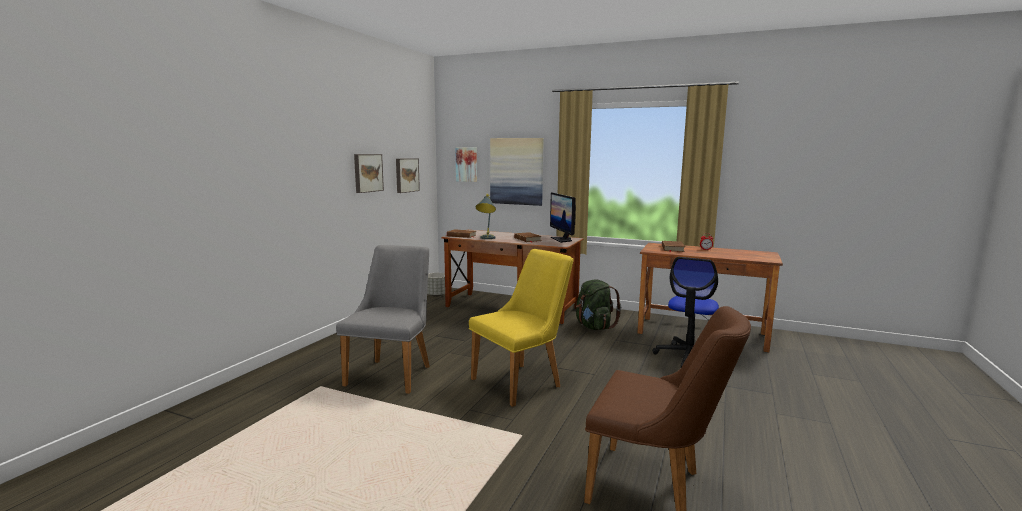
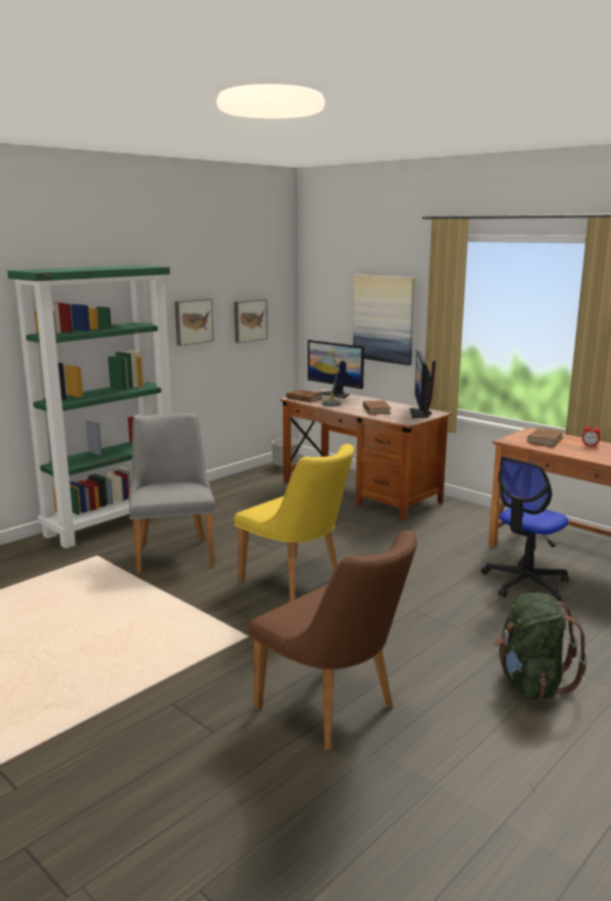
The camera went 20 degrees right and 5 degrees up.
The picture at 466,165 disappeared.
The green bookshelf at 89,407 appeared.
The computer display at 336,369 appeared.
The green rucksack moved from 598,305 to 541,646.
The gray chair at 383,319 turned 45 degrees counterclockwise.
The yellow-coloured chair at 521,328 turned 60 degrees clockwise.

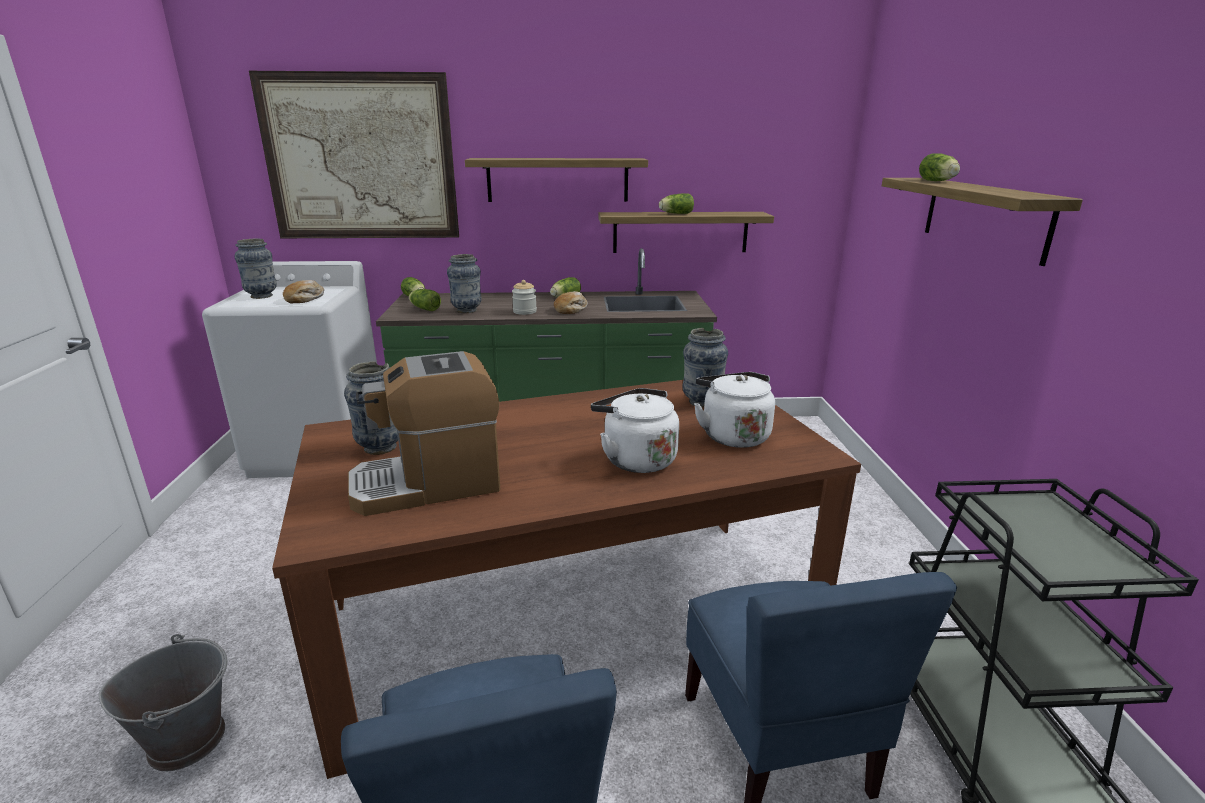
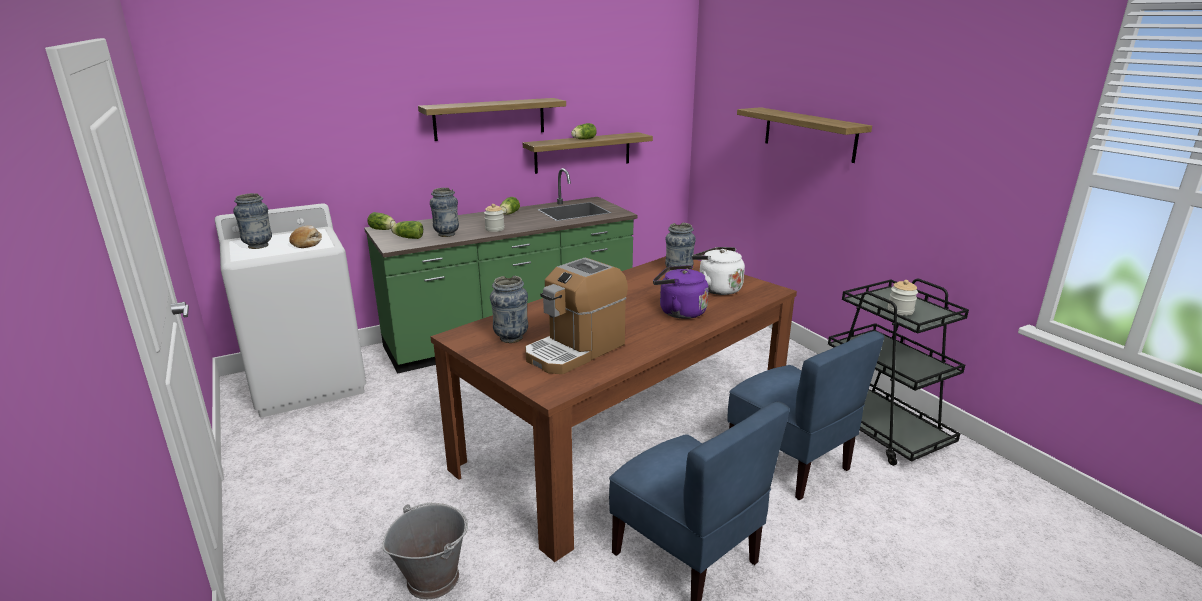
The camera went 25 degrees left and 0 degrees up.
The picture at 354,154 disappeared.
The baked bread at 571,302 disappeared.
The head of lettuce at 939,167 disappeared.
The jar at 903,298 appeared.
The white-coloured tea kettle at 635,430 became the purple tea kettle at 681,292.

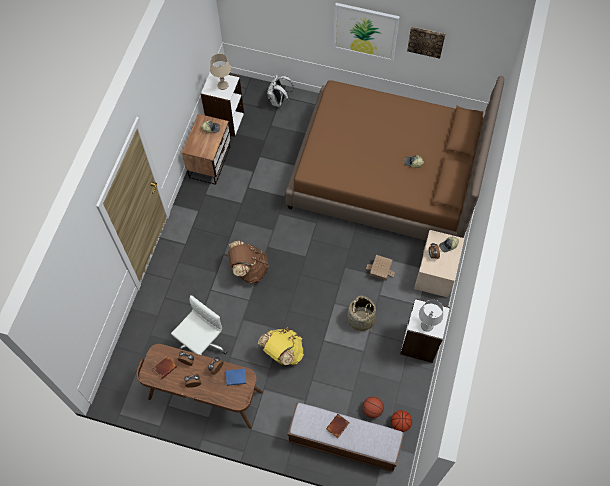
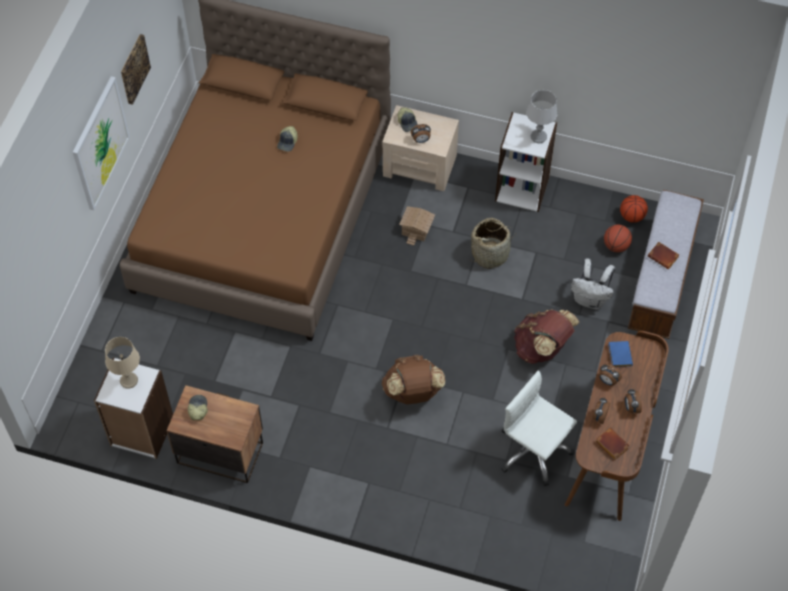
The camera went 90 degrees left and 5 degrees down.
The white-coloured rucksack moved from 280,90 to 593,284.
The yellow-coloured rucksack at 281,346 became the brown-coloured rucksack at 546,336.

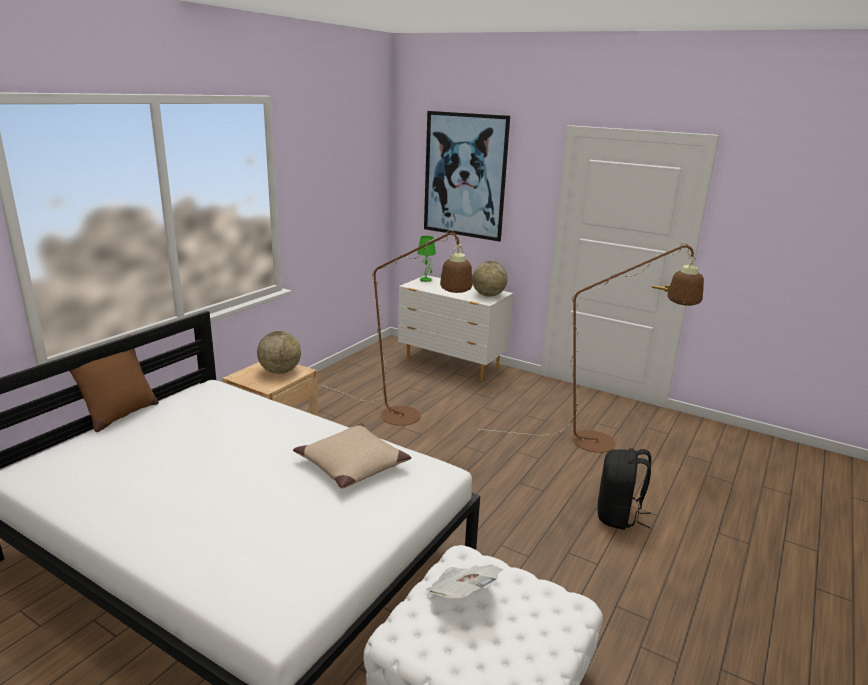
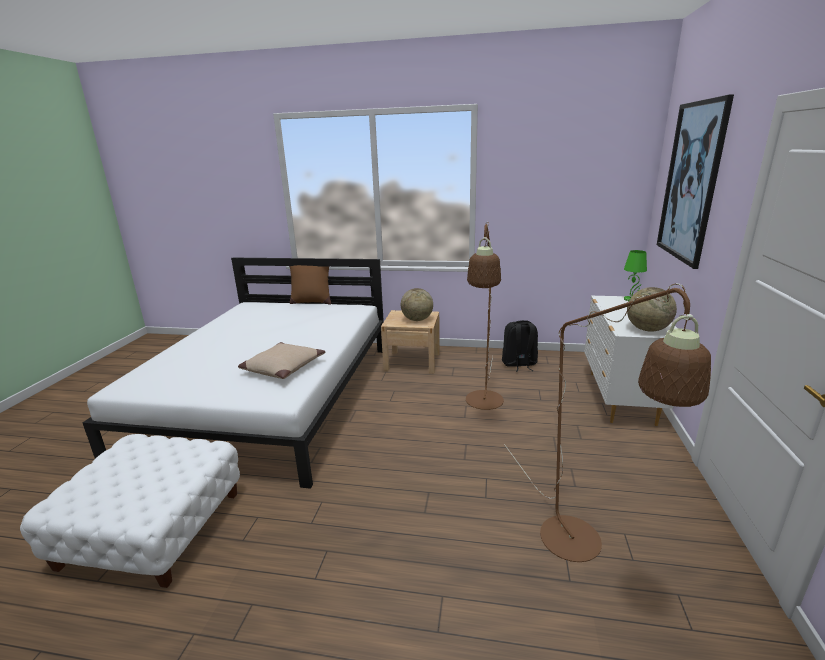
The camera went 70 degrees right and 0 degrees up.
The newspaper at 464,581 disappeared.
The blackish rucksack moved from 624,489 to 520,346.

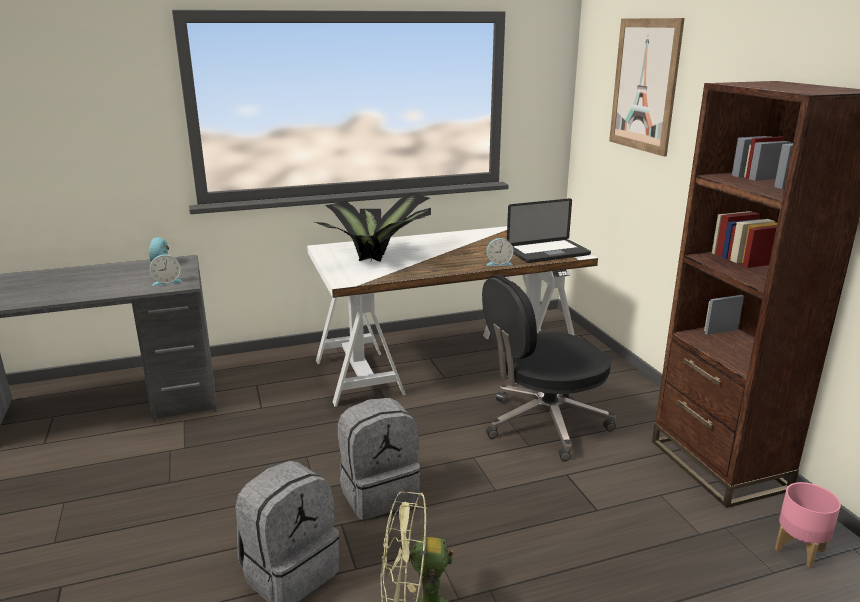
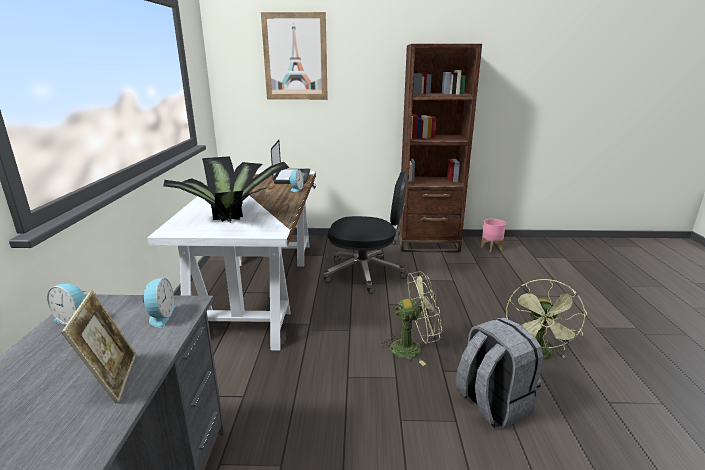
The camera went 70 degrees left and 0 degrees up.
The photo frame at 98,346 appeared.
The gray rucksack at 379,459 was replaced by the green electric fan at 411,318.
The blackish desk chair at 549,368 turned 75 degrees counterclockwise.

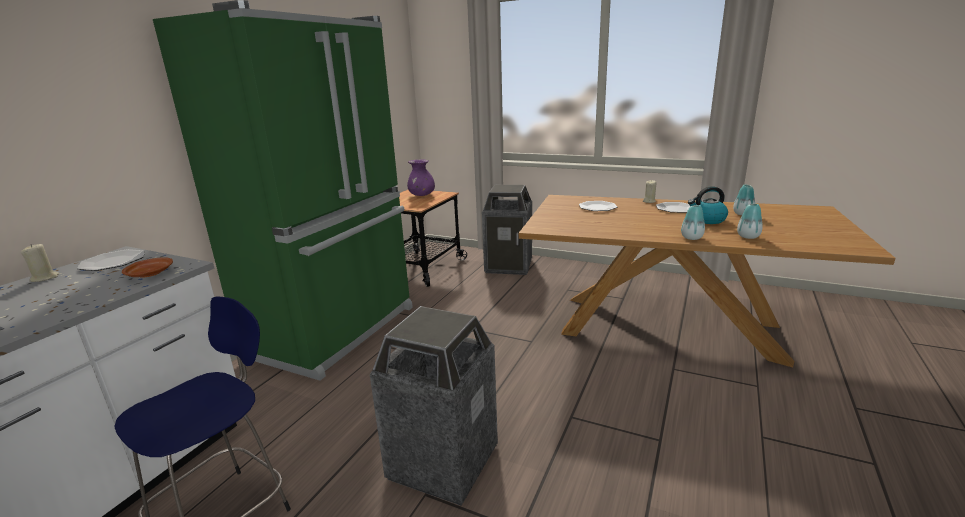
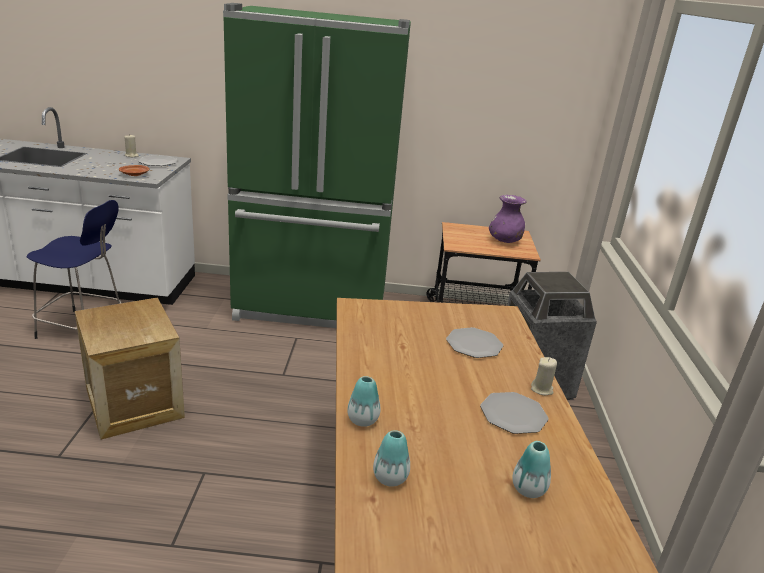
The camera went 65 degrees right and 5 degrees up.
The tea kettle at 708,205 disappeared.
The trash can at 434,406 was replaced by the packing crate at 130,368.

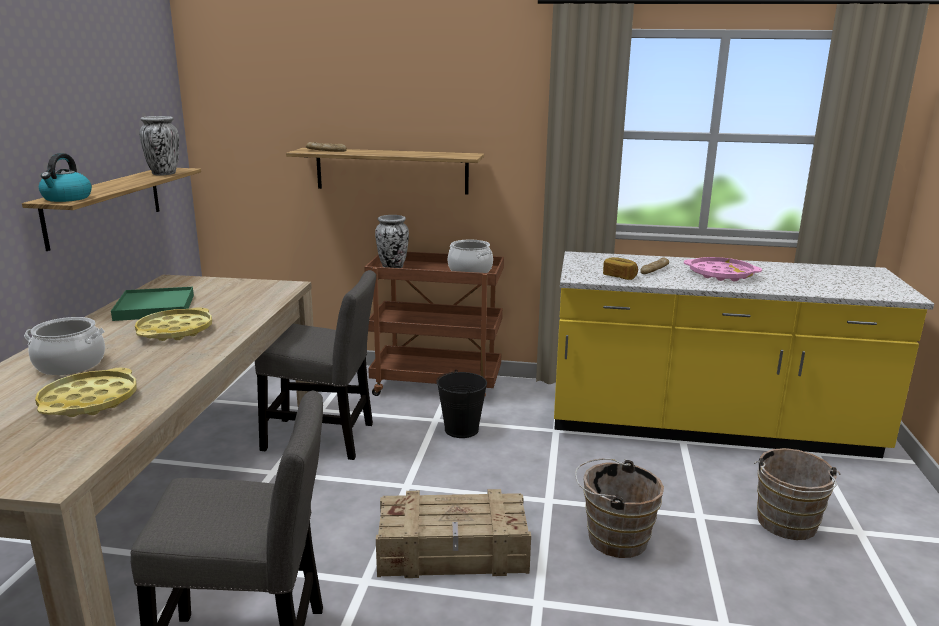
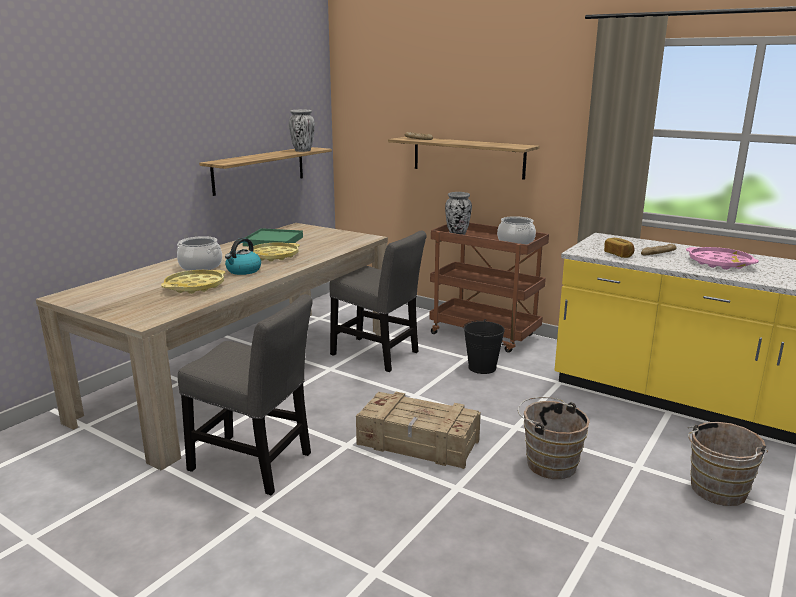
The camera went 25 degrees right and 0 degrees up.
The tea kettle moved from 65,177 to 243,256.

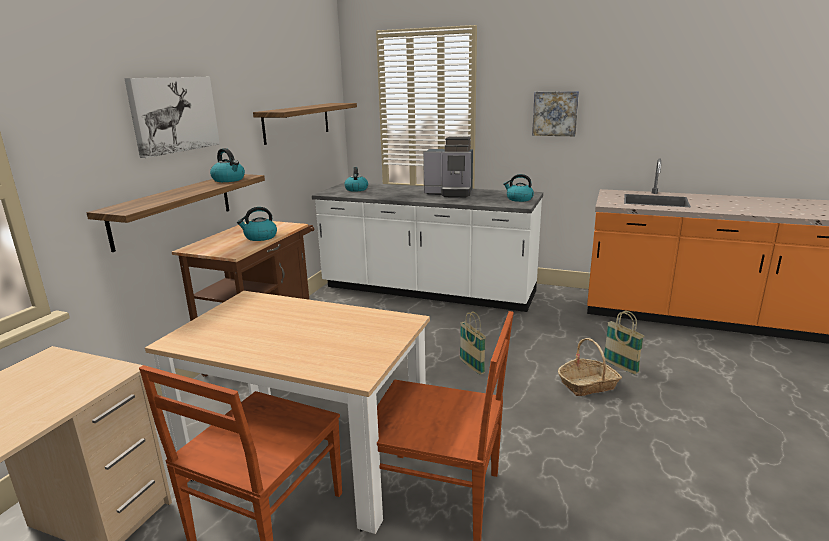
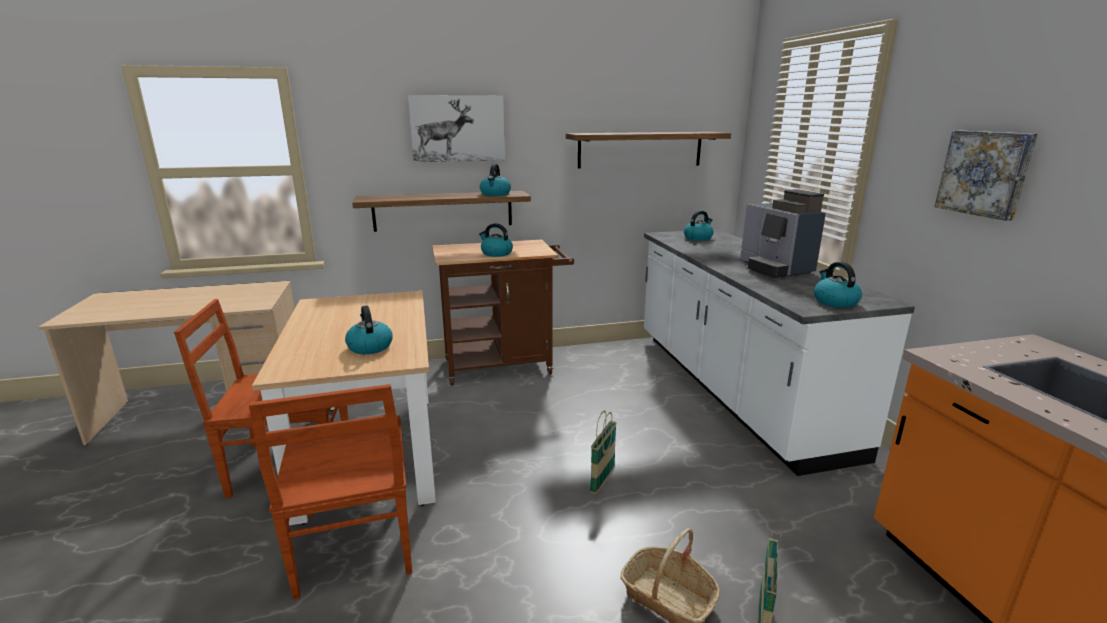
The camera went 55 degrees right and 0 degrees up.
The tea kettle at 369,330 appeared.

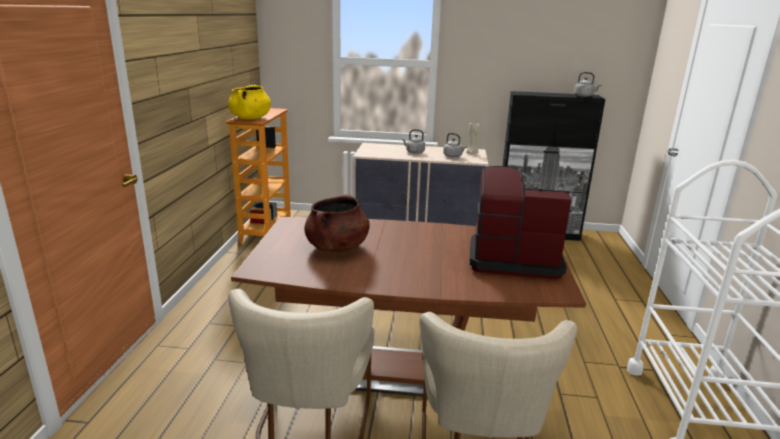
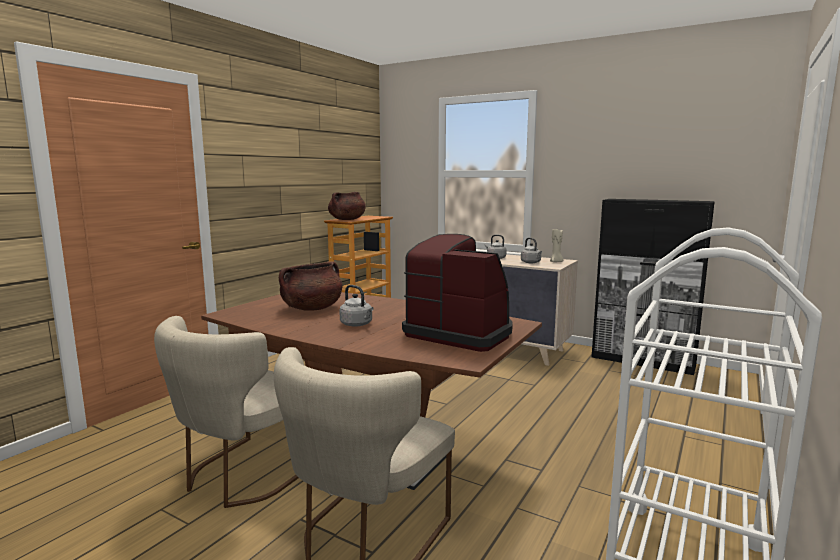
The camera went 25 degrees right and 10 degrees down.
The gray tea kettle moved from 588,84 to 356,306.
The yellow-coloured cooking pot at 249,102 became the brown-coloured cooking pot at 347,206.

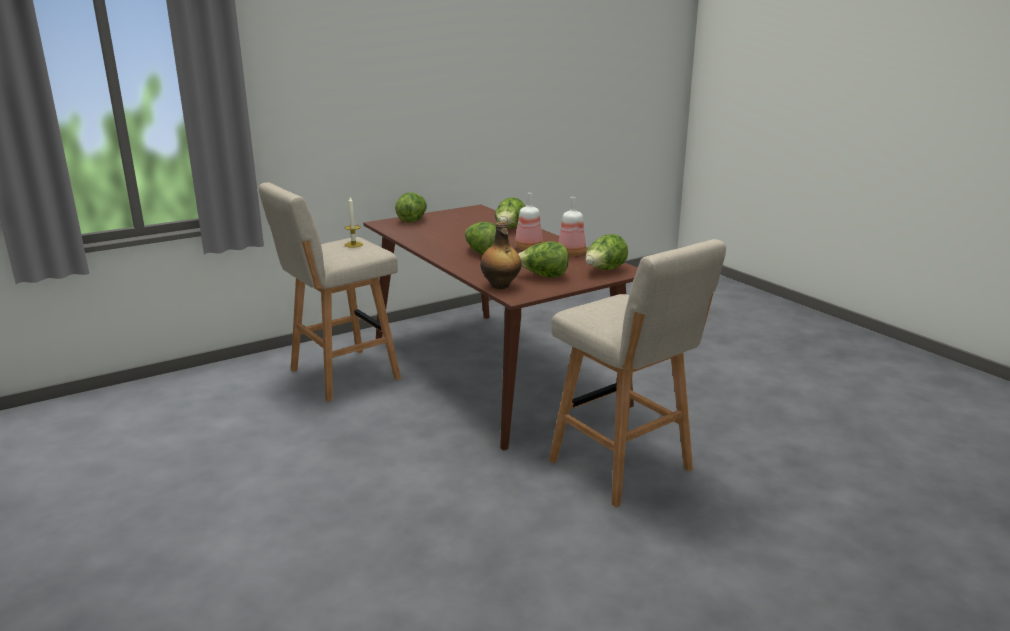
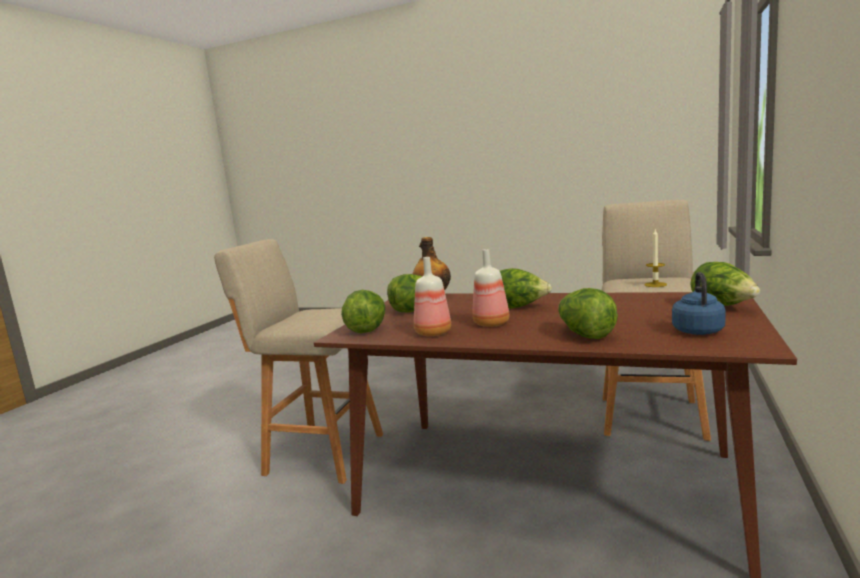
The camera went 145 degrees right and 10 degrees down.
The blue tea kettle at 699,303 appeared.

